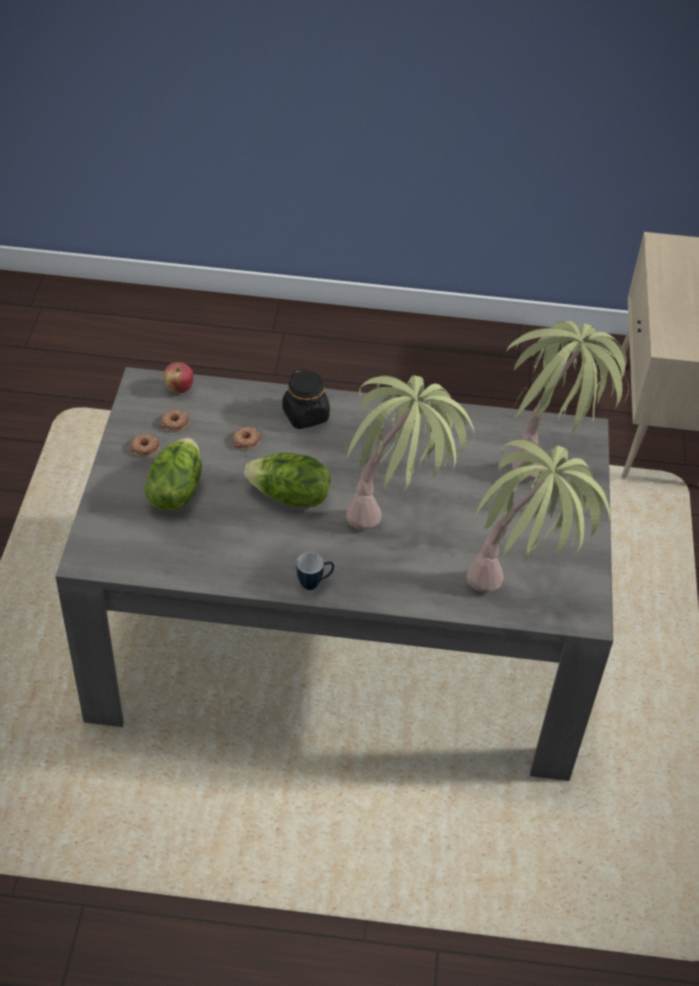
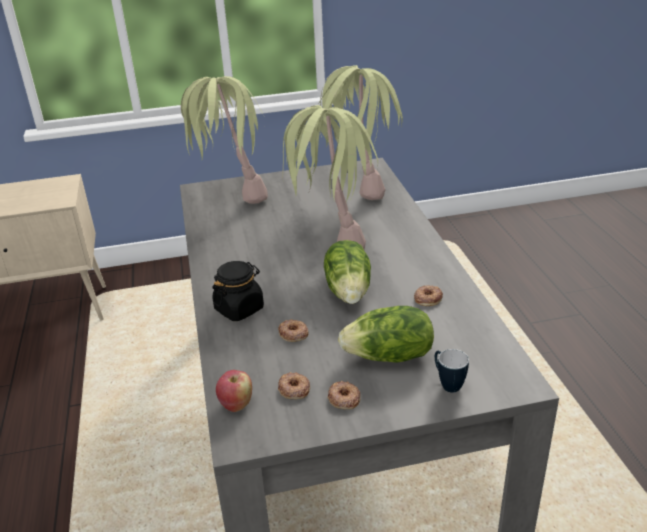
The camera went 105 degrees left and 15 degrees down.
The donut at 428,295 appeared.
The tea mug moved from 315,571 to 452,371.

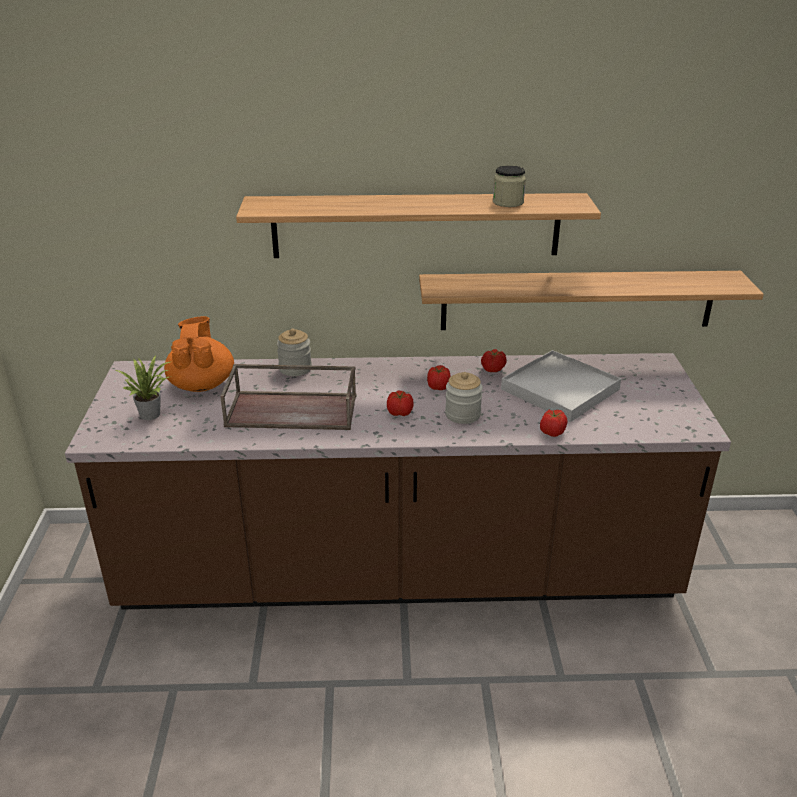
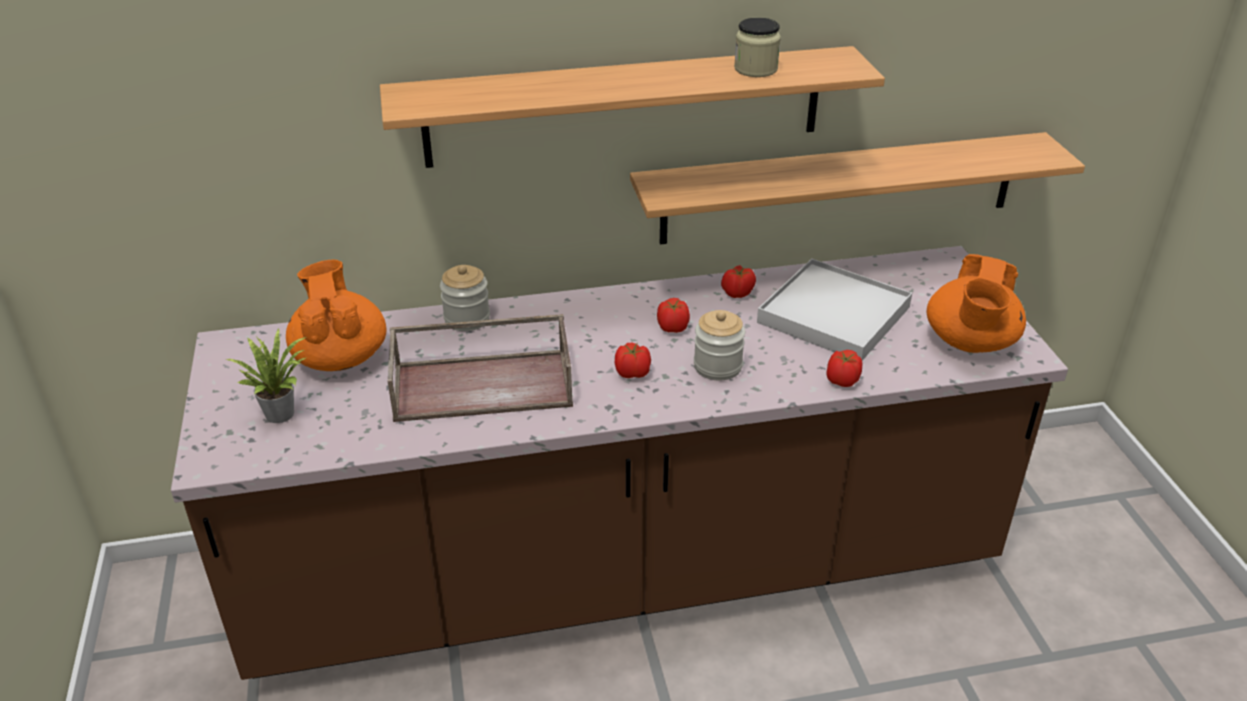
The camera went 10 degrees left and 5 degrees up.
The orange-coloured teapot at 976,303 appeared.

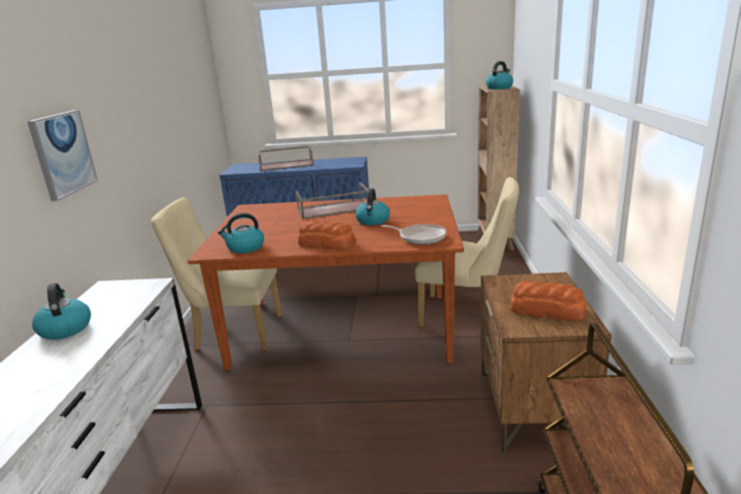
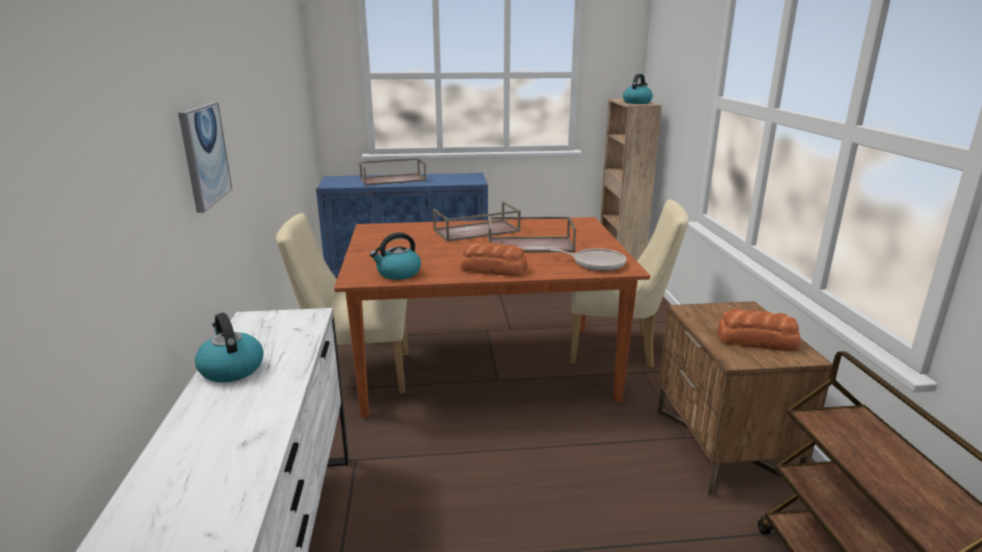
The camera went 10 degrees left and 0 degrees up.
The tea kettle at 372,207 was replaced by the brown-coloured carrying tray at 532,234.

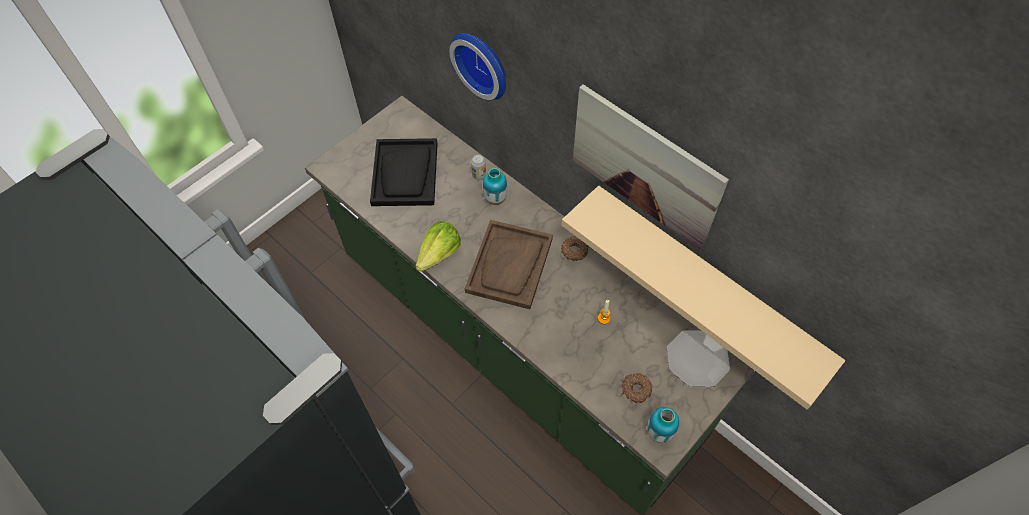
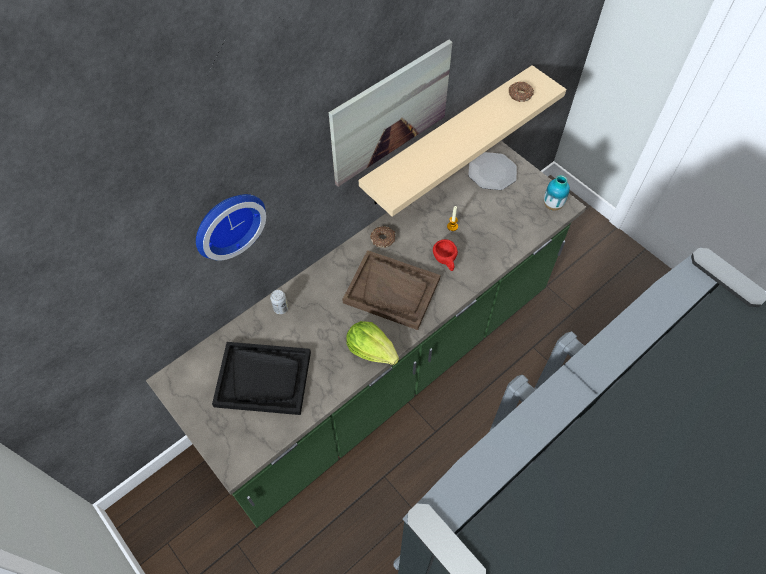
The camera went 85 degrees left and 0 degrees up.
The decorative vase at 495,186 disappeared.
The reddish small cup at 445,255 appeared.
The donut moved from 637,388 to 521,92.

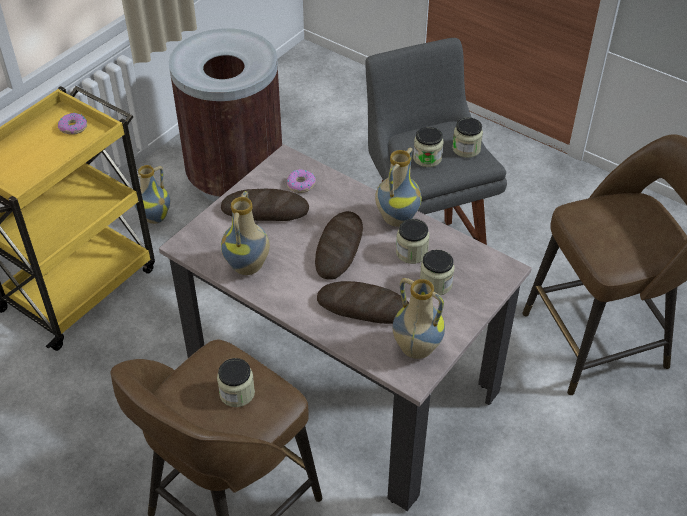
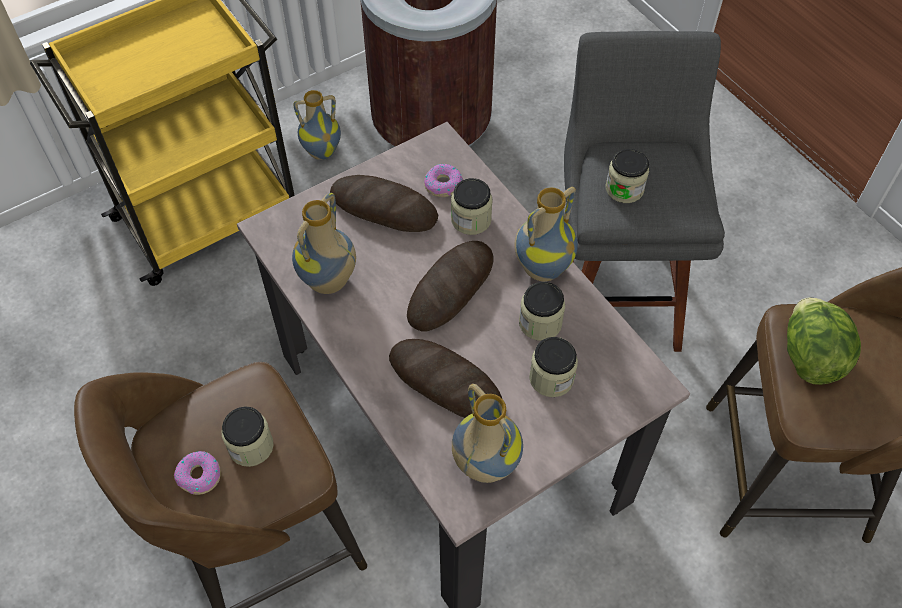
The camera went 20 degrees right and 10 degrees up.
The head of lettuce at 824,341 appeared.
The donut moved from 72,124 to 197,473.
The jar moved from 467,137 to 472,206.

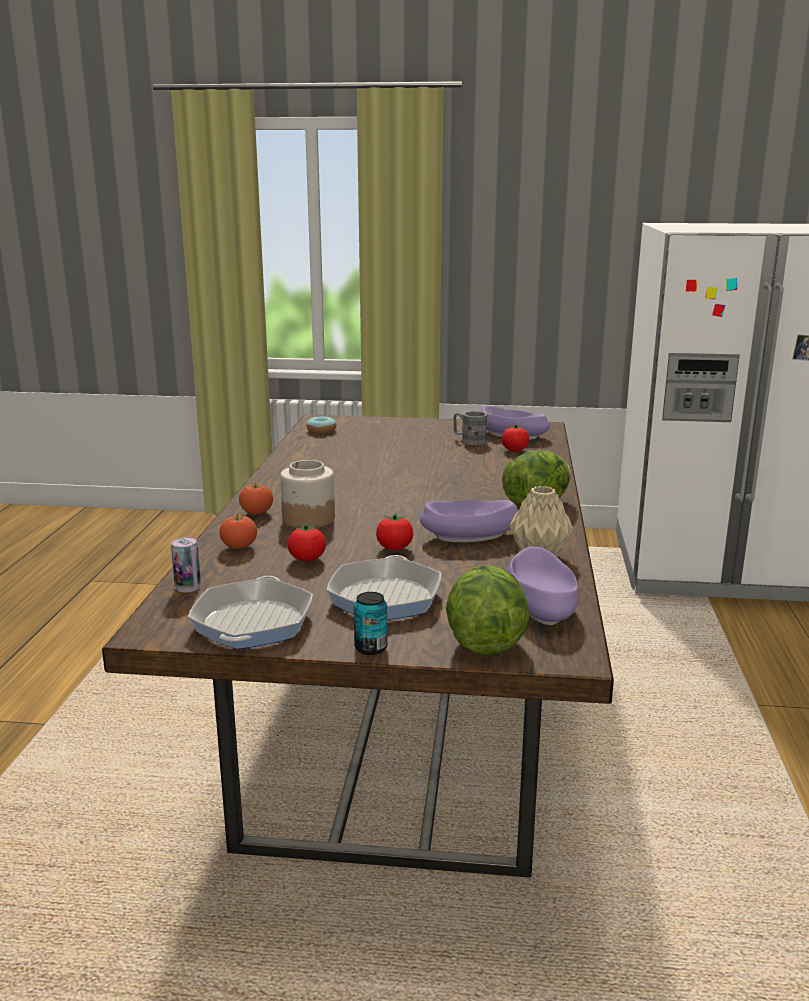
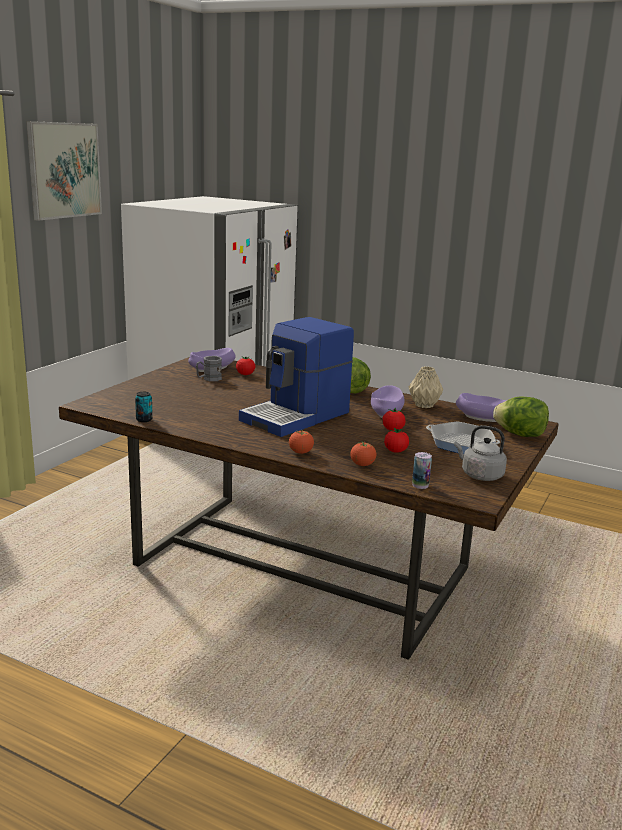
The camera went 70 degrees left and 0 degrees up.
The jar at 307,494 disappeared.
The donut at 321,425 disappeared.
The picture at 64,171 appeared.
The coffee machine at 296,377 appeared.
The sealed can moved from 370,623 to 144,407.
The frying pan at 250,612 was replaced by the gray tea kettle at 480,453.

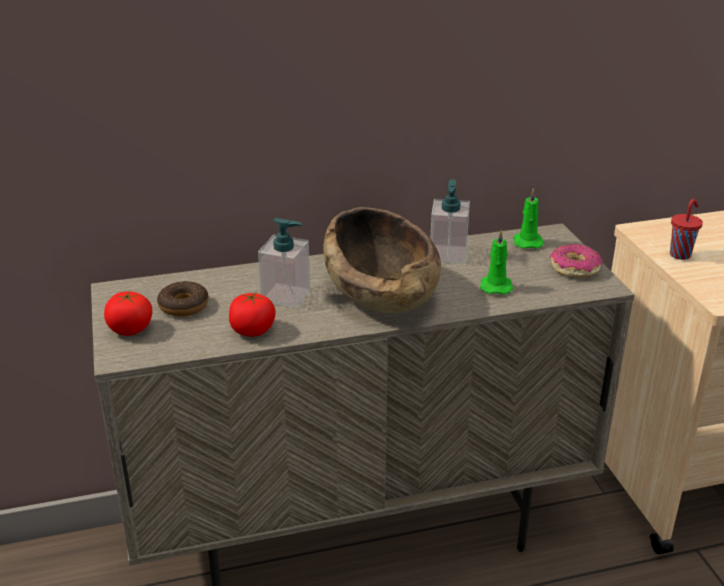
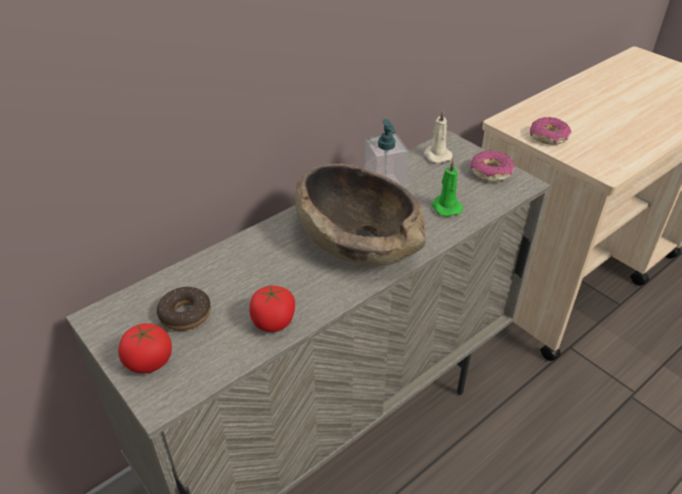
The camera went 25 degrees left and 10 degrees up.
The soap bottle at 284,263 disappeared.
The reddish small cup at 686,229 was replaced by the donut at 551,131.
The green wax light at 528,218 became the sand-coloured wax light at 438,136.

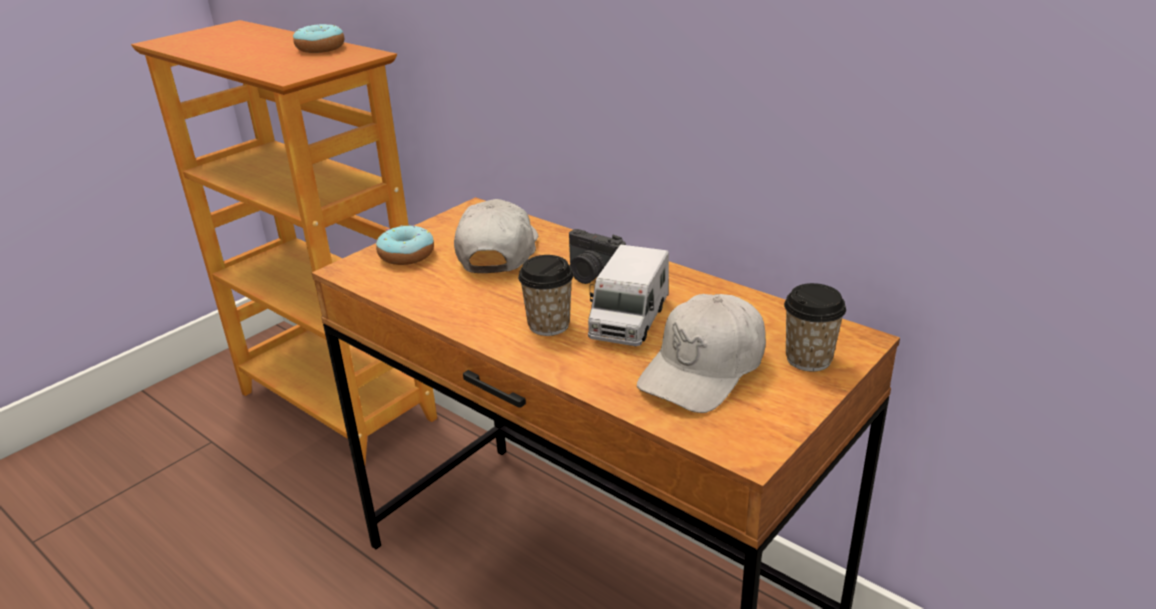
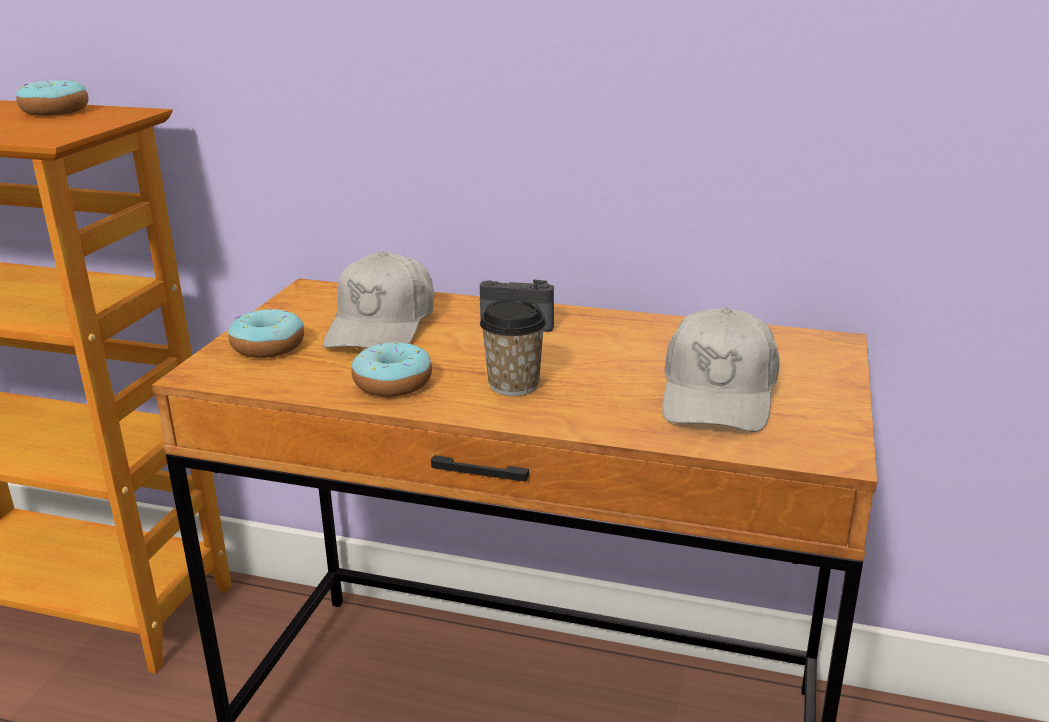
The camera went 25 degrees left and 5 degrees down.
The toy lorry at 628,295 disappeared.
The small cup at 815,327 disappeared.
The donut at 392,369 appeared.
The white-coloured cap at 496,236 turned 150 degrees counterclockwise.

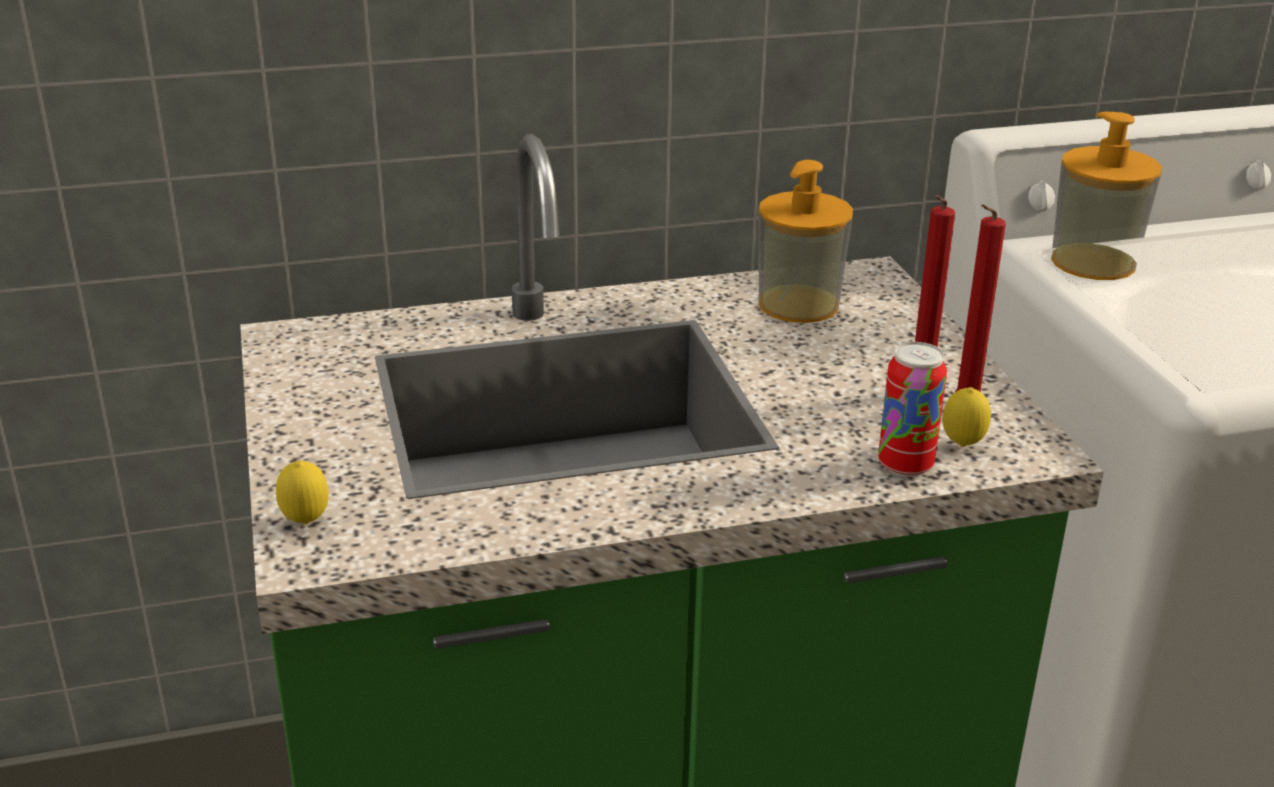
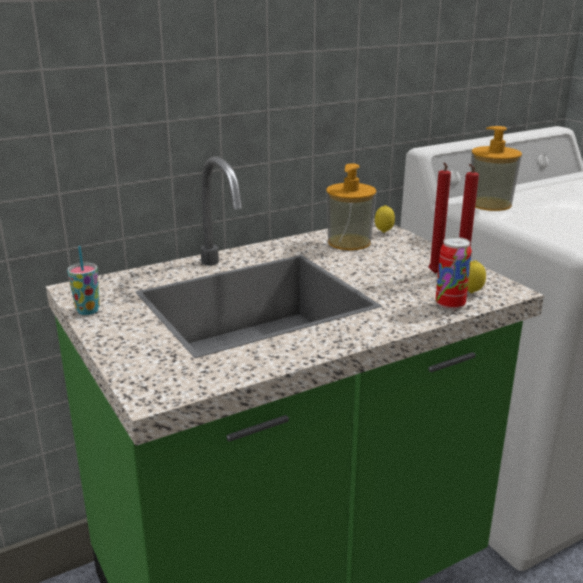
The camera went 15 degrees left and 5 degrees down.
The small cup at 83,280 appeared.
The citrus fruit moved from 302,492 to 385,219.

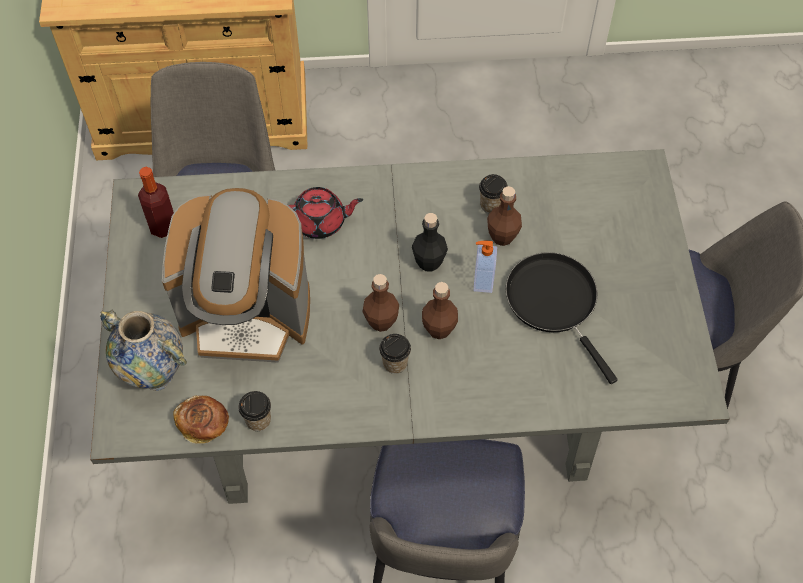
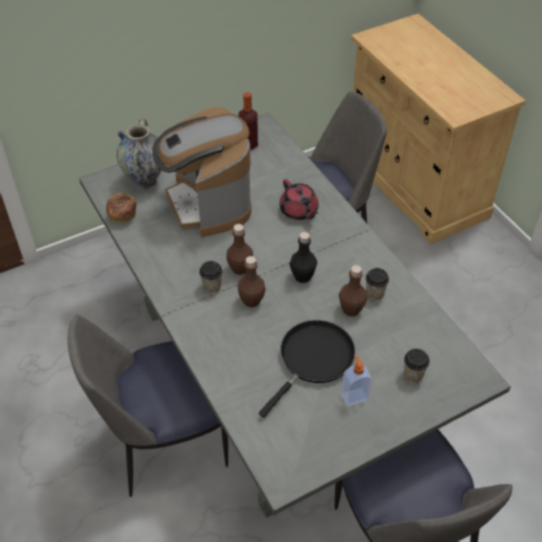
The camera went 65 degrees right and 10 degrees down.
The small cup moved from 254,411 to 417,366.
The soap bottle moved from 485,267 to 356,381.

